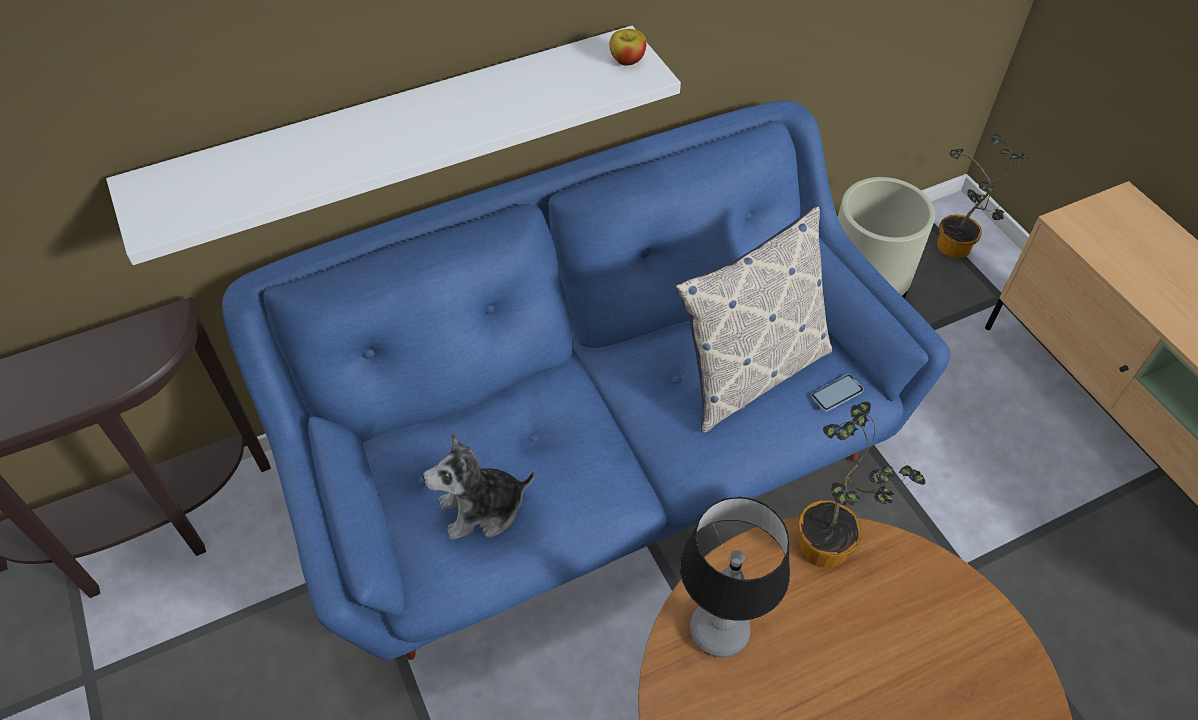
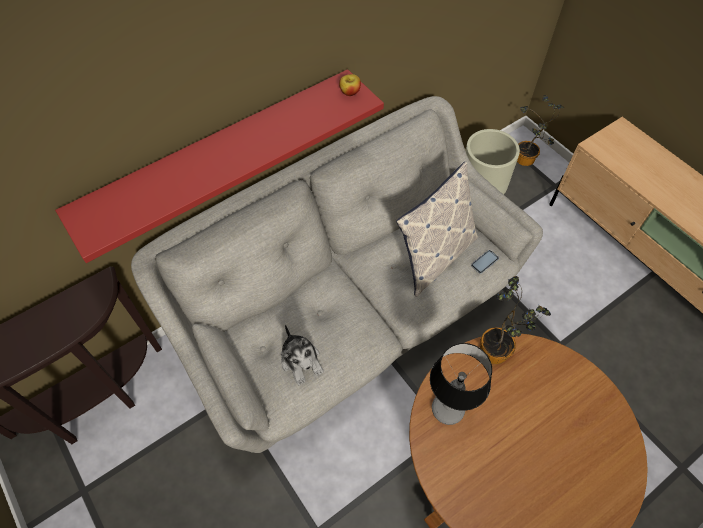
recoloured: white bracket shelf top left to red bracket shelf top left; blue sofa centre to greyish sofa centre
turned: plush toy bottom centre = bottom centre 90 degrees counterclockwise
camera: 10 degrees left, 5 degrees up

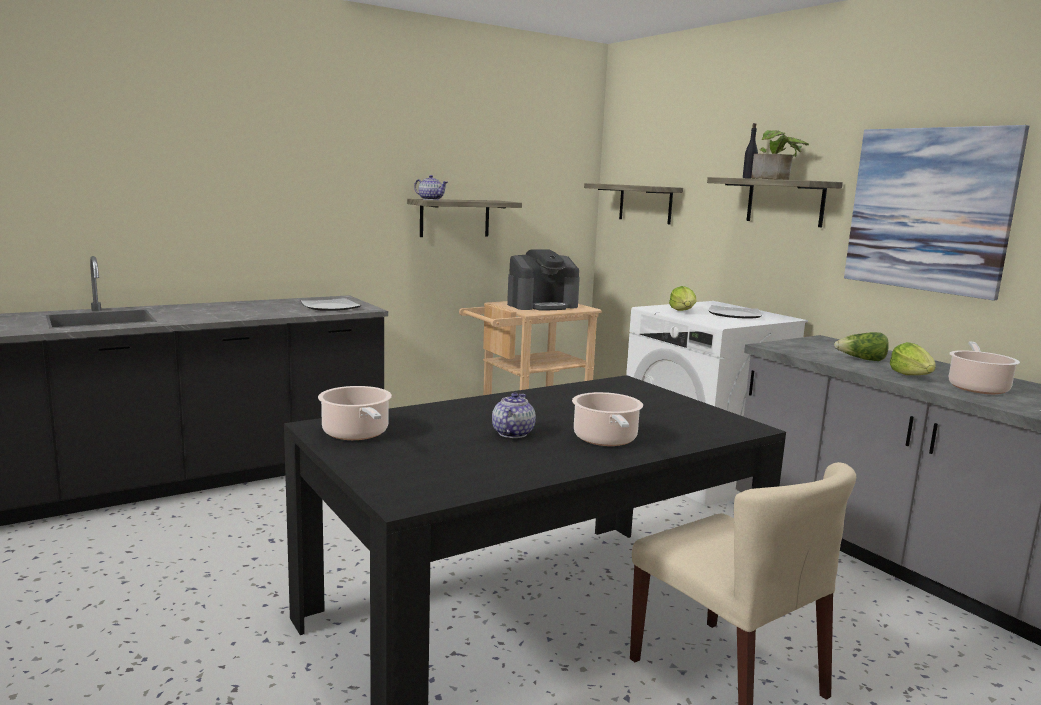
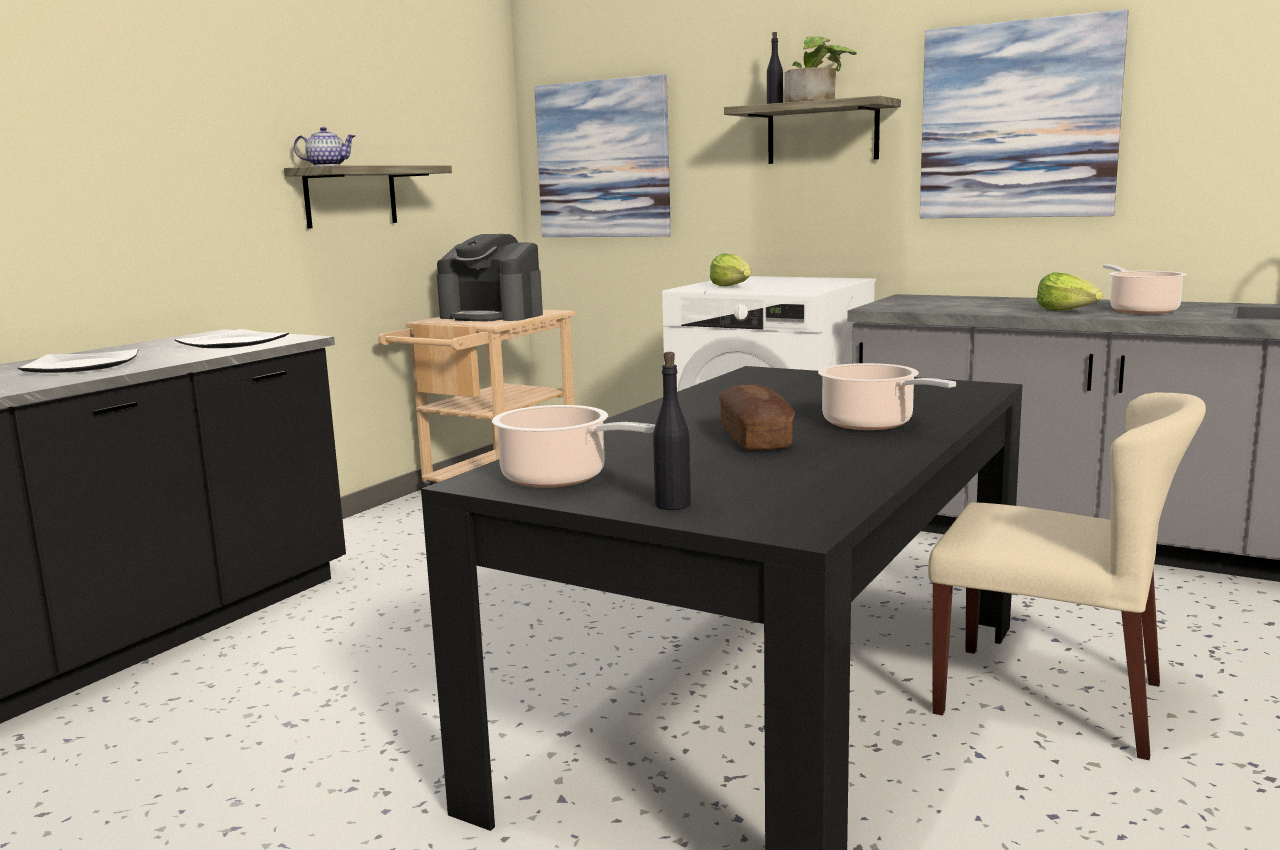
removed: lettuce head (2nd from left) middle right
added: blackish bottle (1st from left) centre
moved: plate (2nd from left in the first image) middle right to plate (1st from left) middle left
replaced: teapot (2nd from left) centre to bakery bread centre; bracket shelf (2nd from left) top centre to picture (1st from left) top centre
turned: coffee brewer centre = top centre 75 degrees clockwise
camera: 25 degrees left, 0 degrees up

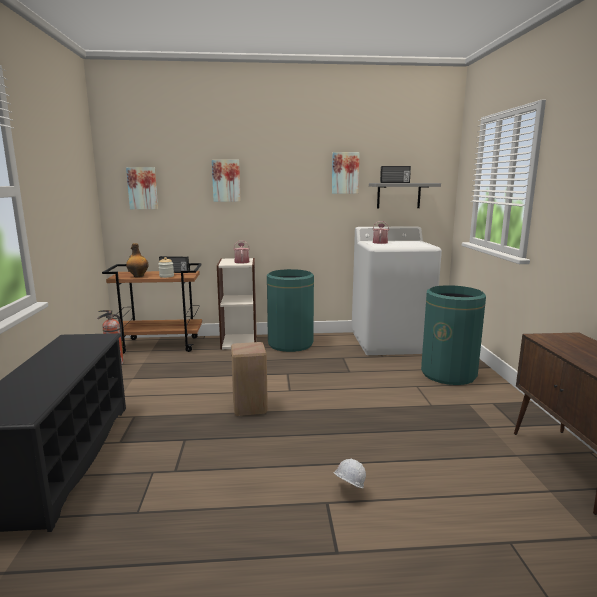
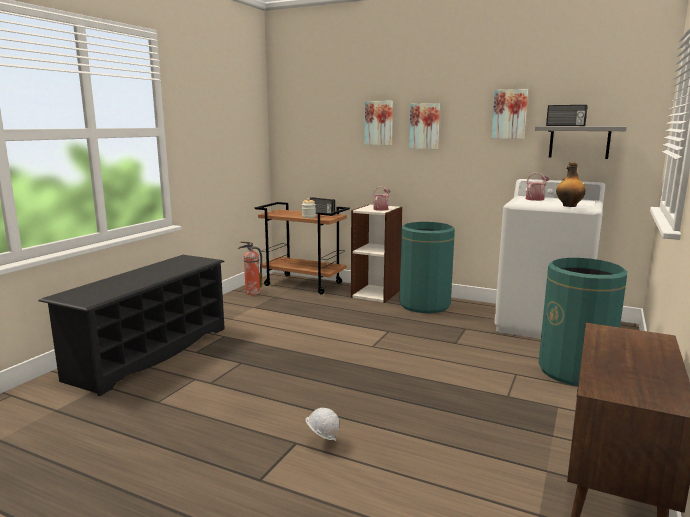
removed: beige-coloured stool seat centre
moved: picture (1st from left in the first image) top left to picture (2nd from left) top centre; bottle middle left to middle right
camera: 30 degrees right, 0 degrees up

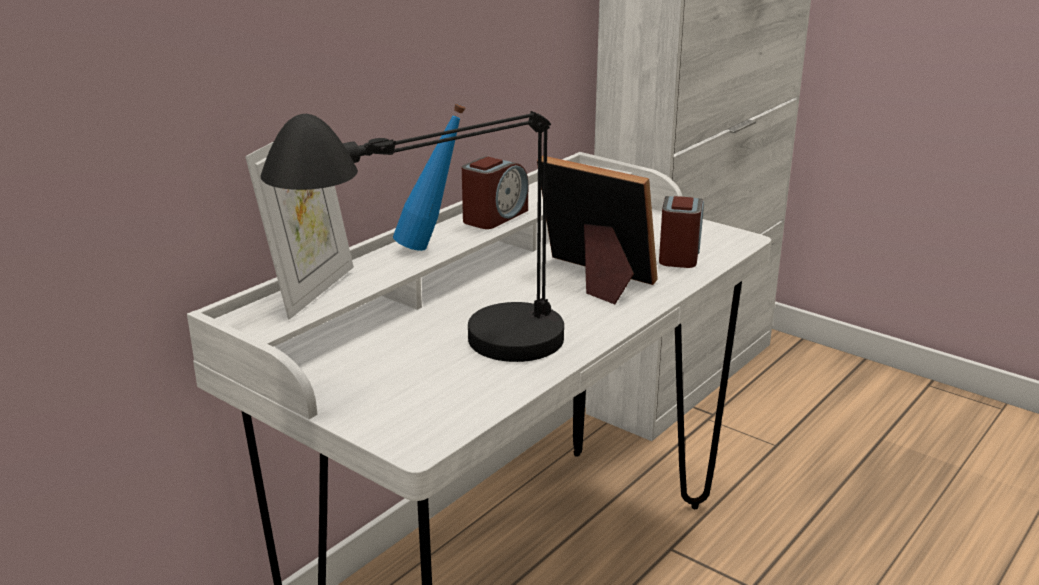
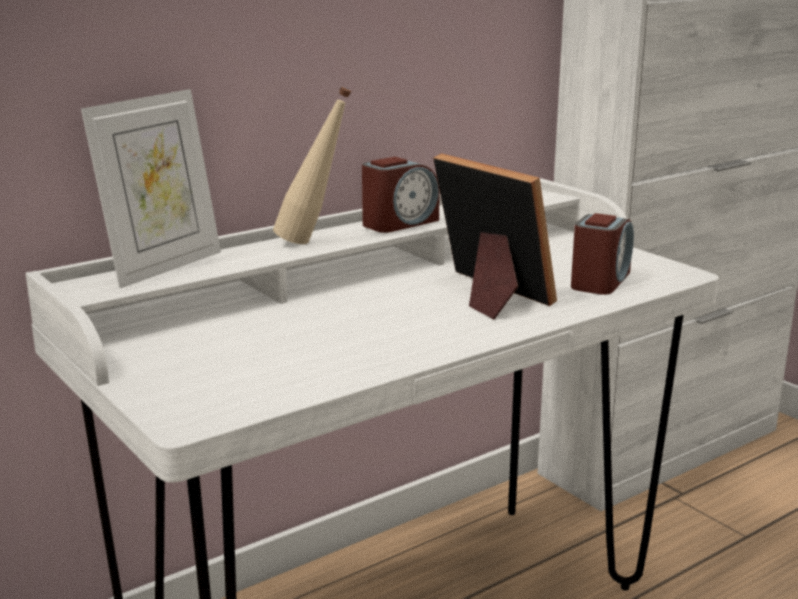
removed: blackish table lamp centre
recoloured: blue bottle top centre to beige-coloured bottle top centre
camera: 15 degrees right, 5 degrees down

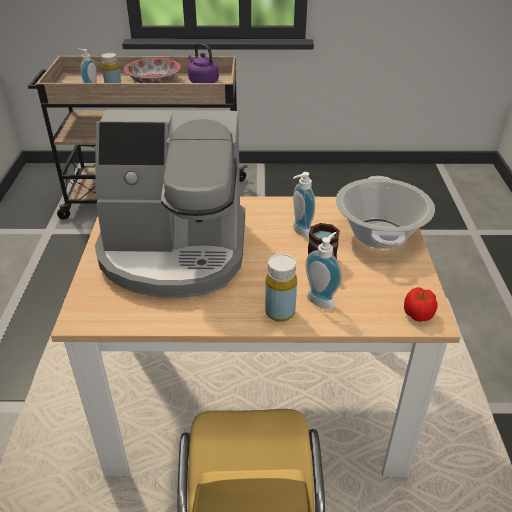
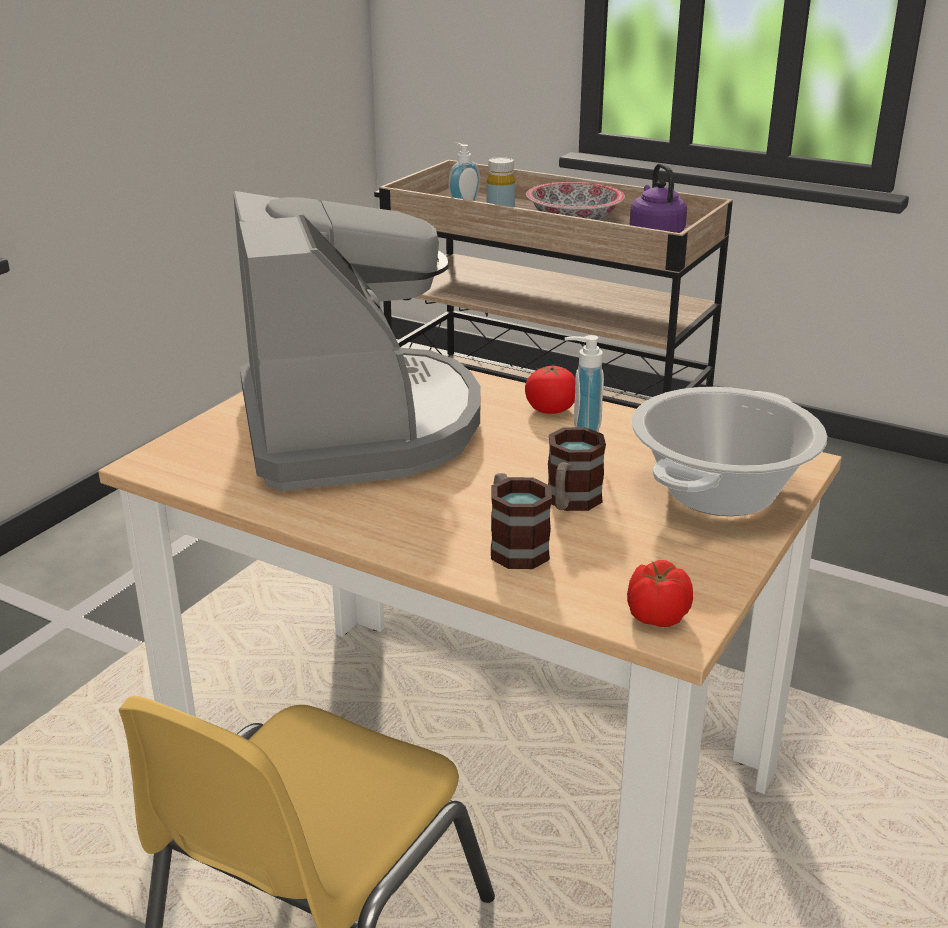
removed: yellow-coloured bottle (2nd from left) centre
added: fresh tomato (1st from left) centre
replaced: liquid soap bottle (3rd from left) centre to tea mug (1st from left) centre
turned: coffee brewer middle left = centre 135 degrees counterclockwise
camera: 30 degrees right, 10 degrees down

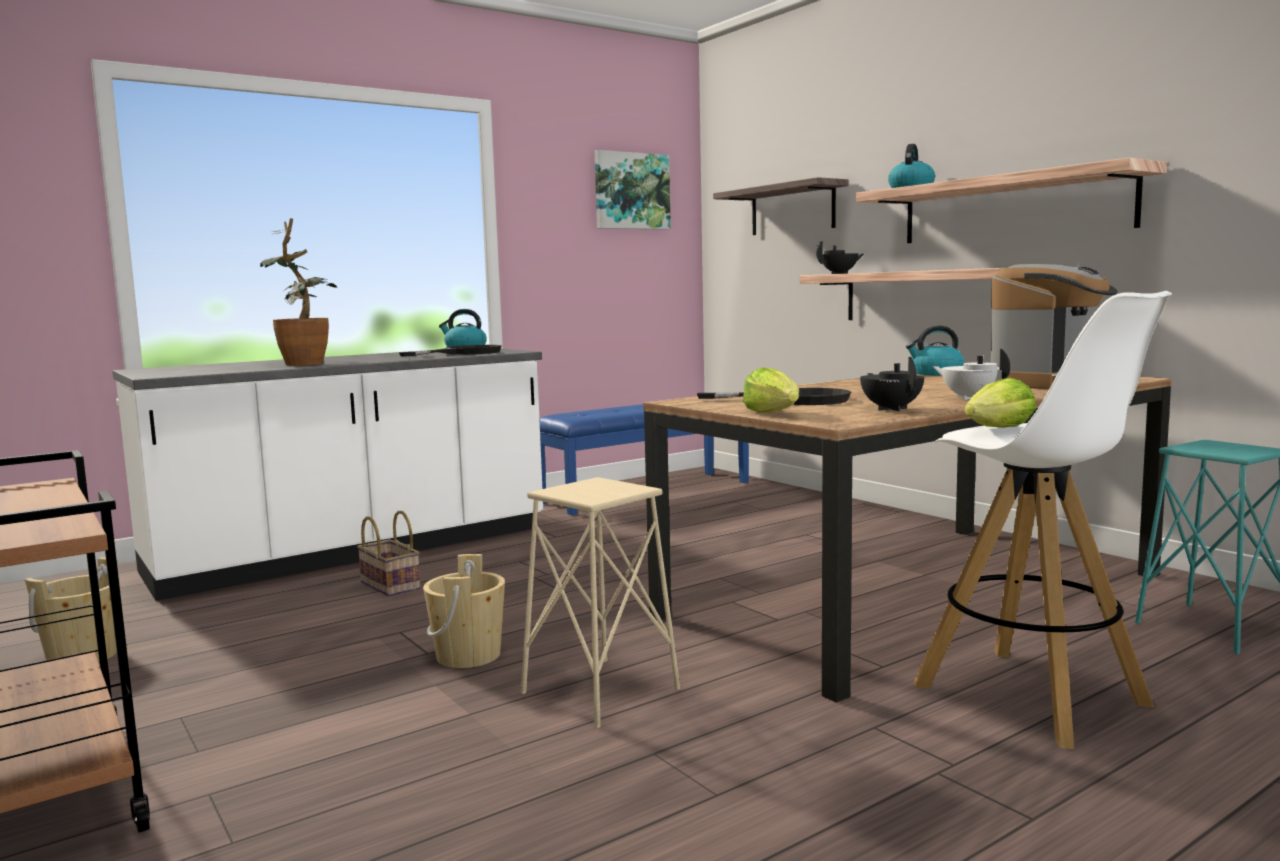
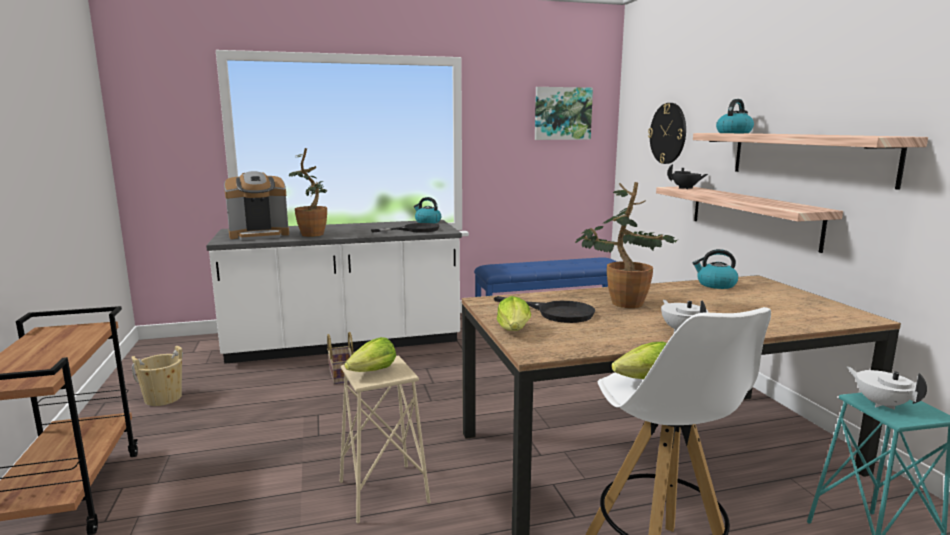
removed: beige-coloured water bucket (2nd from left) bottom centre; blackish teapot (2nd from left) middle right
added: lettuce head (1st from left) centre; houseplant (2nd from left) centre; white teapot (2nd from left) bottom right
moved: coffee brewer middle right to middle left
replaced: bracket shelf (1st from left) top centre to hanging clock top right
camera: 20 degrees right, 5 degrees up

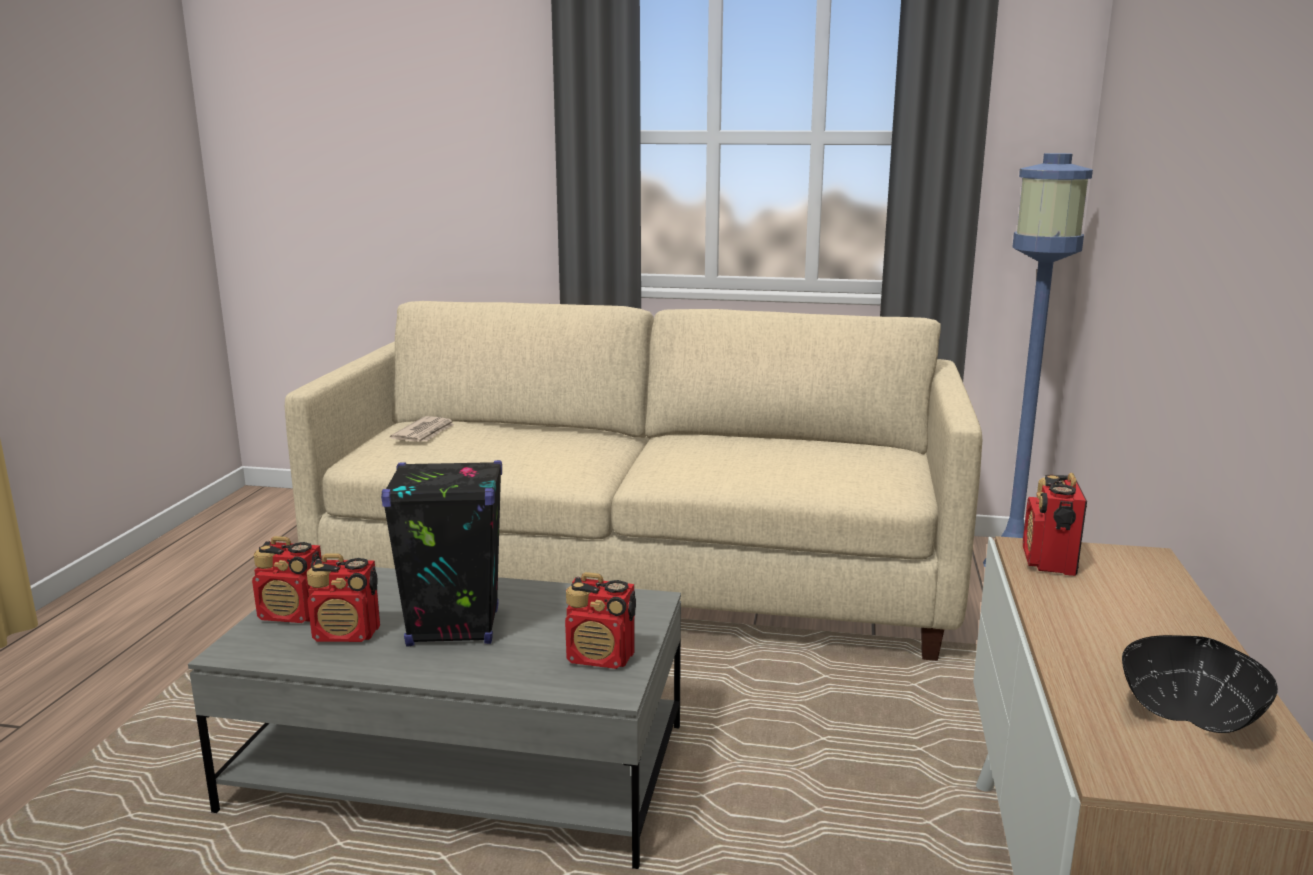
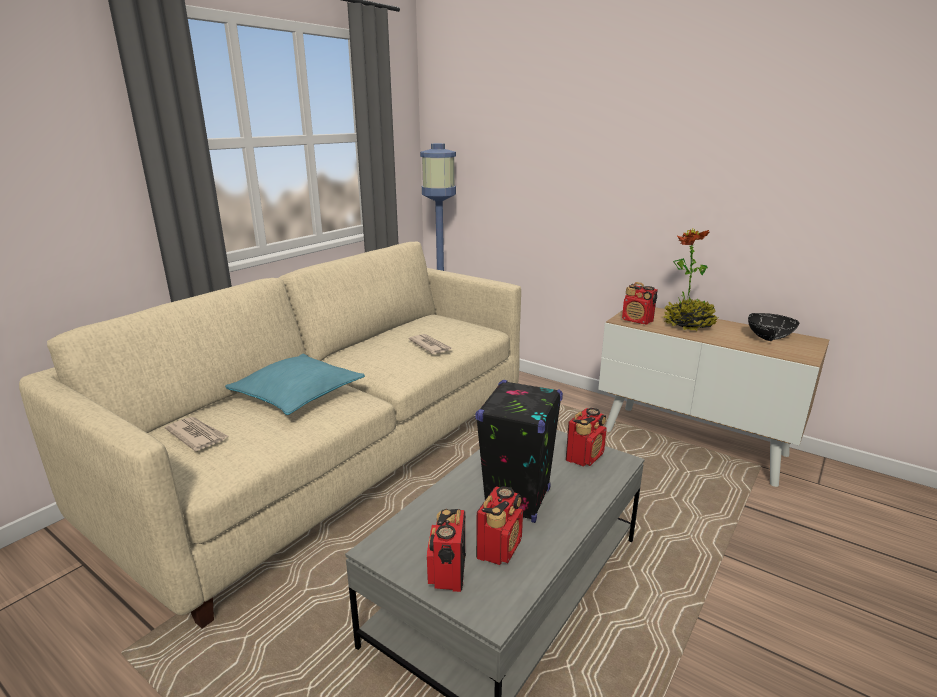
added: turquoise-coloured cushion middle left; printed paper (2nd from left) centre; houseplant middle right
turned: radio set (1st from left) middle left = bottom centre 150 degrees clockwise
camera: 65 degrees left, 5 degrees up

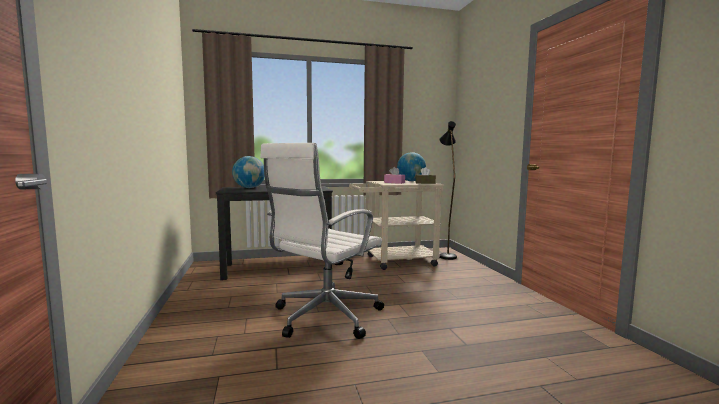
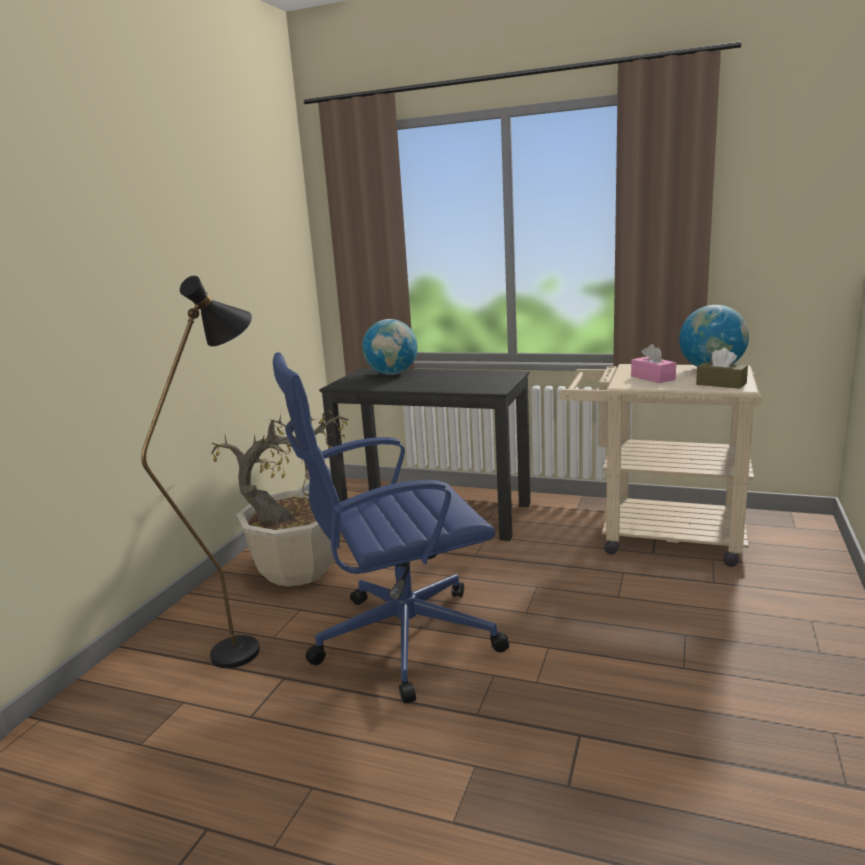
added: houseplant middle left
moved: blackish standard lamp centre to middle left
recoloured: white computer chair centre to blue computer chair centre
camera: 35 degrees right, 10 degrees up

